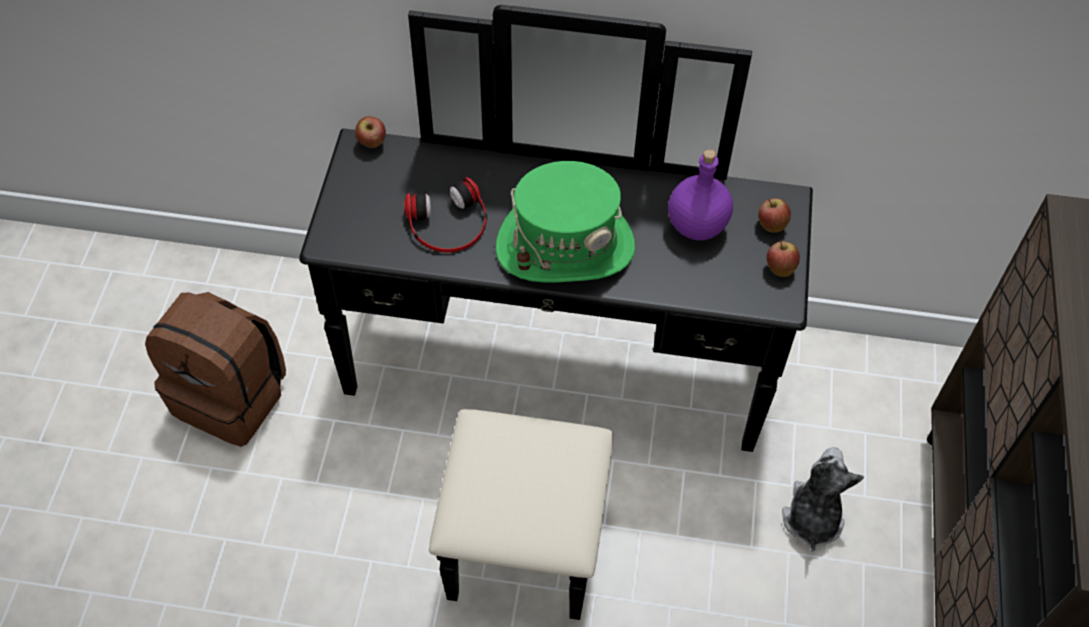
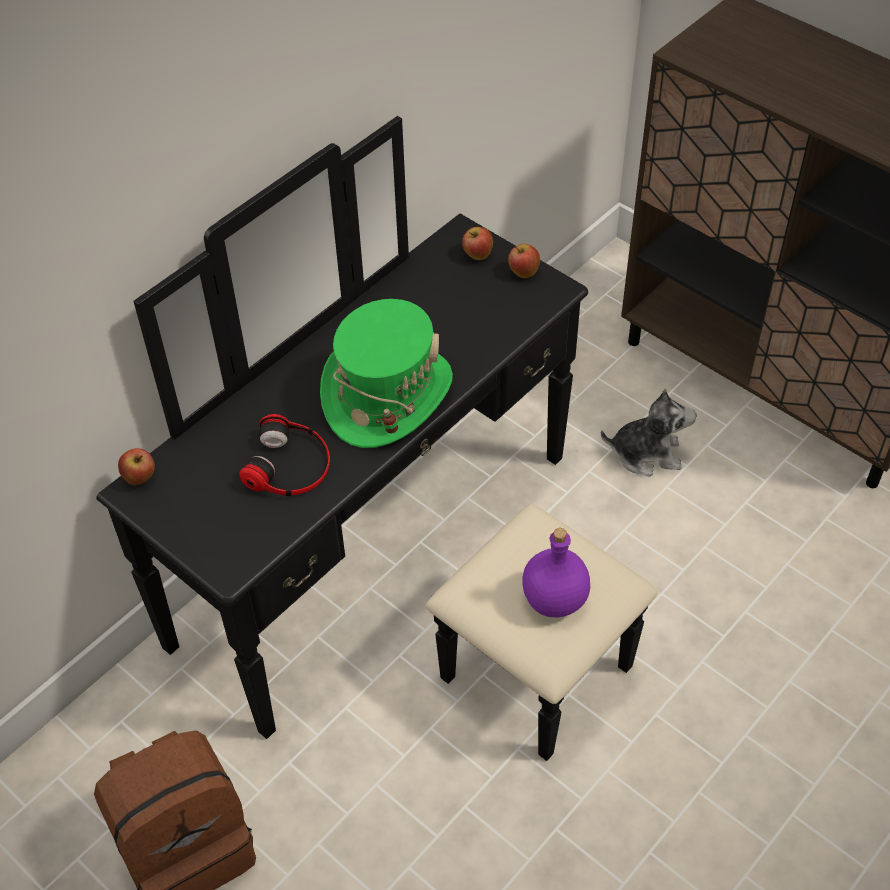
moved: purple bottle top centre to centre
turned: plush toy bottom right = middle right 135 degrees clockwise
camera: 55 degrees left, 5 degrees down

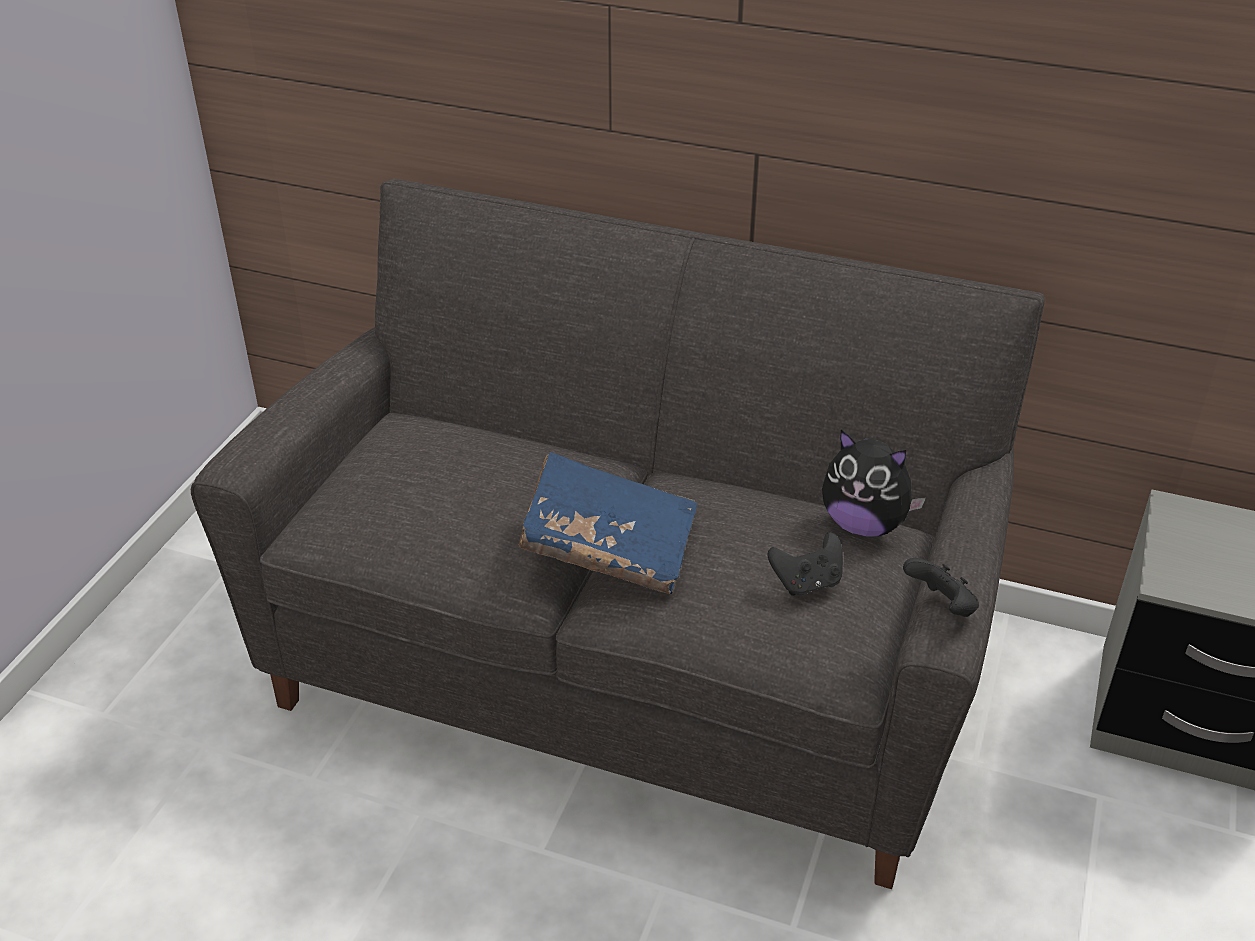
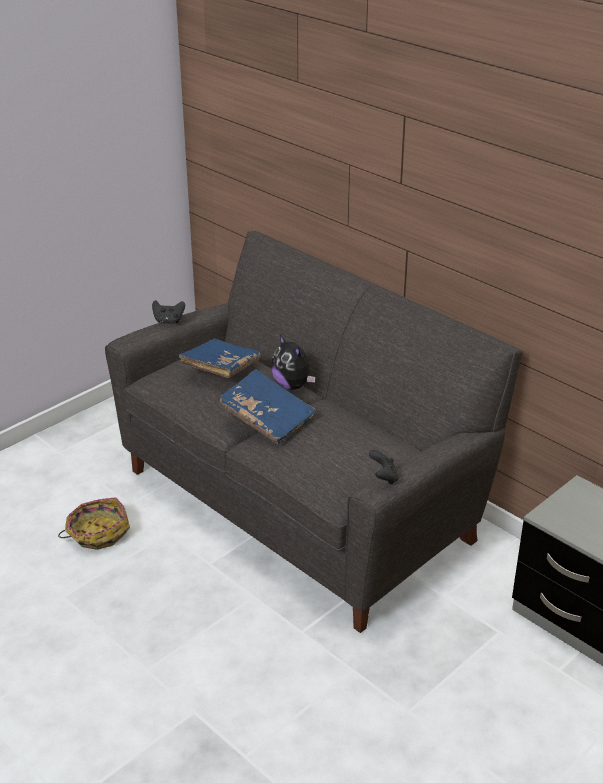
added: household basket bottom left; blue book (1st from left) centre
moved: blackish gamepad (1st from left) centre to middle left; plush toy middle right to centre
camera: 25 degrees right, 5 degrees down

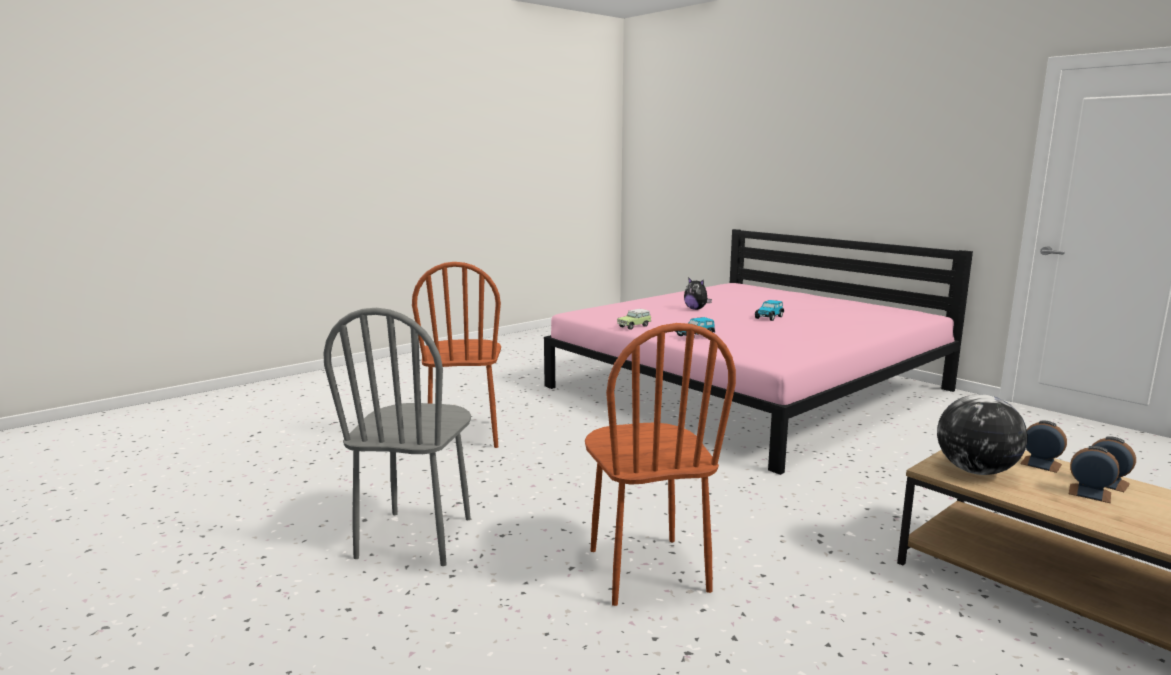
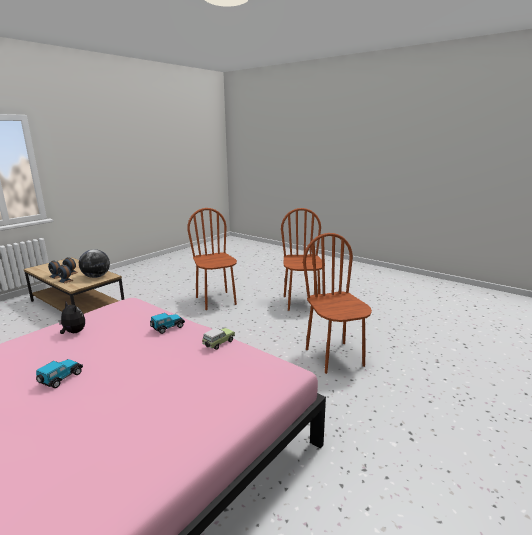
moved: plush toy centre to middle left
recoloured: greyish chair centre to brownish chair (2nd from left) centre
camera: 170 degrees right, 5 degrees up

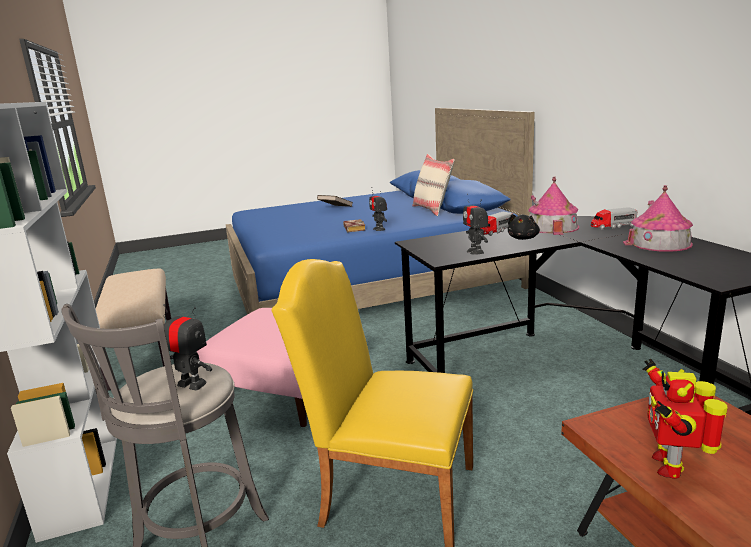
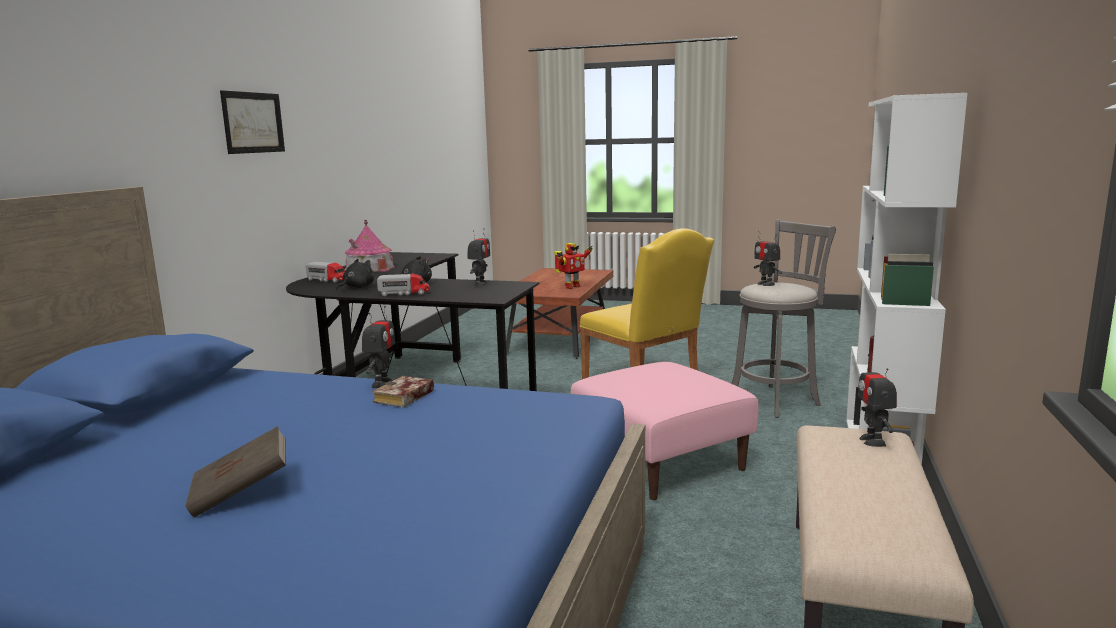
removed: beige-coloured cushion centre
added: picture top left; robot figure (5th from left) middle right
replaced: toy house (1st from left) middle right to blackish plush toy (1st from left) middle left
camera: 145 degrees left, 5 degrees down

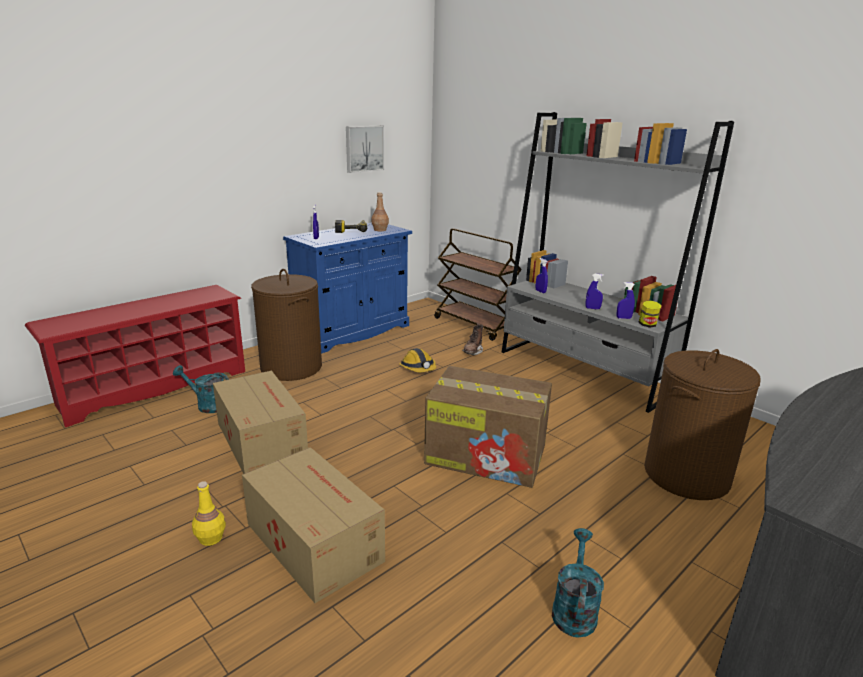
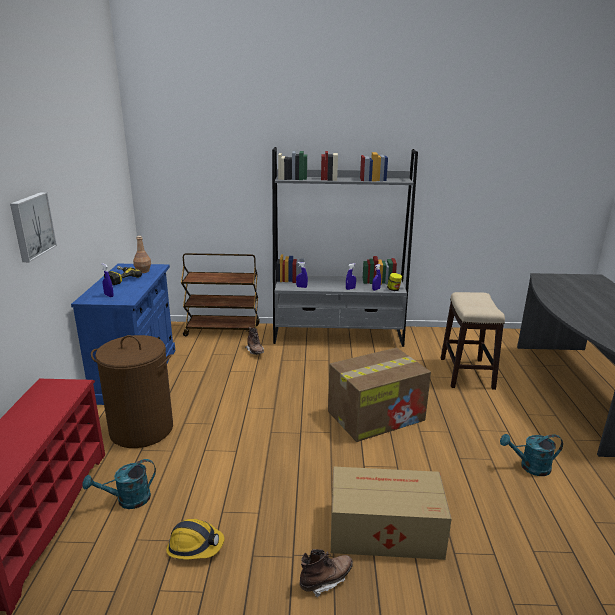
removed: carton (1st from left) middle left
moved: picture top centre to middle left; hard hat centre to bottom left
replaced: yellow-coloured bottle bottom left to brownish tall boot (2nd from left) bottom centre; brownish washing basket (2nd from left) middle right to stool seat middle right
turned: turquoise-coloured watering can (2nd from left) bottom right = bottom right 60 degrees counterclockwise
camera: 45 degrees left, 0 degrees up

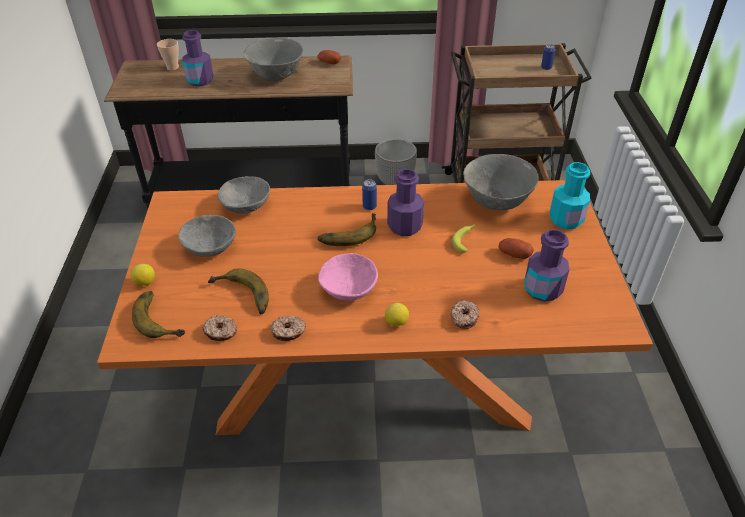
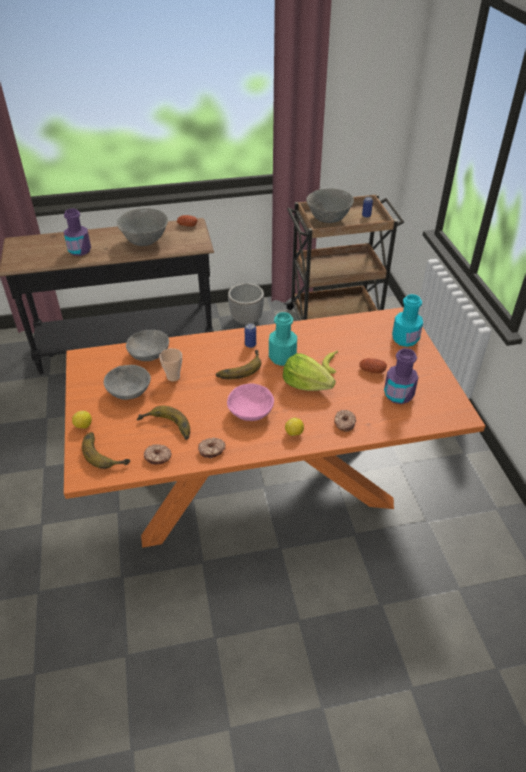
added: lettuce head centre
moved: small cup top left to middle left; greyish bowl (4th from left) middle right to top centre
recoloured: purple bottle (2nd from left) centre to turquoise-coloured bottle (1st from left) centre
camera: 10 degrees left, 0 degrees up

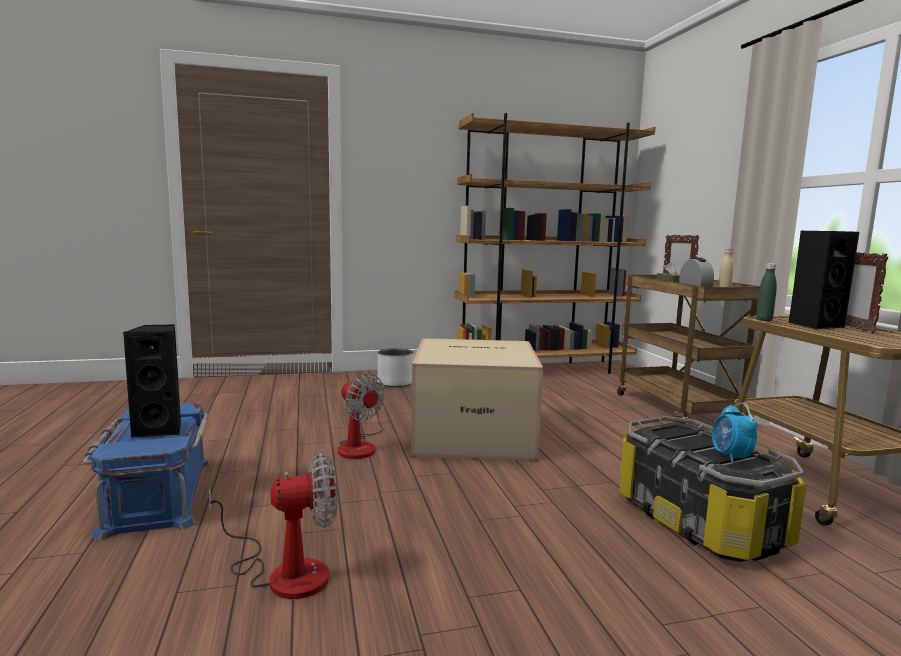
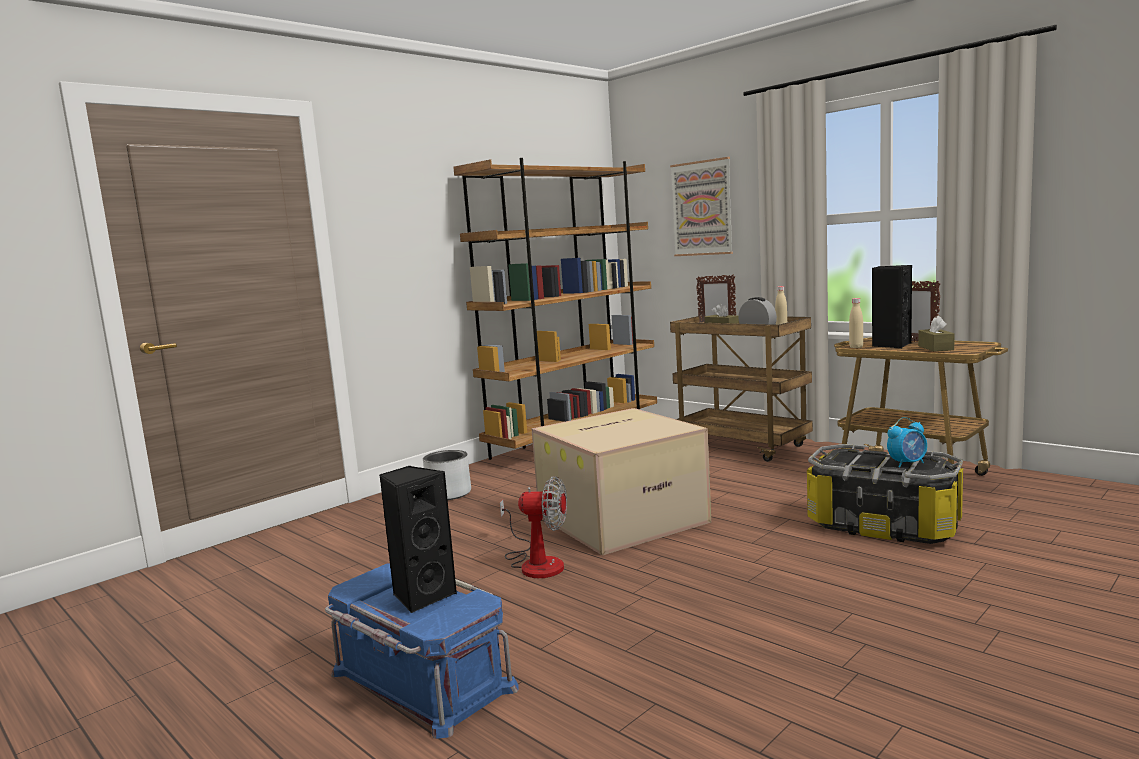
removed: fan (1st from left) bottom left
added: picture top centre; brownish tissue holder (2nd from left) middle right
recoloured: green bottle middle right to beige-coloured bottle (2nd from left) middle right
turned: table clock (2nd from left) middle right = middle right 75 degrees counterclockwise
camera: 30 degrees left, 0 degrees up

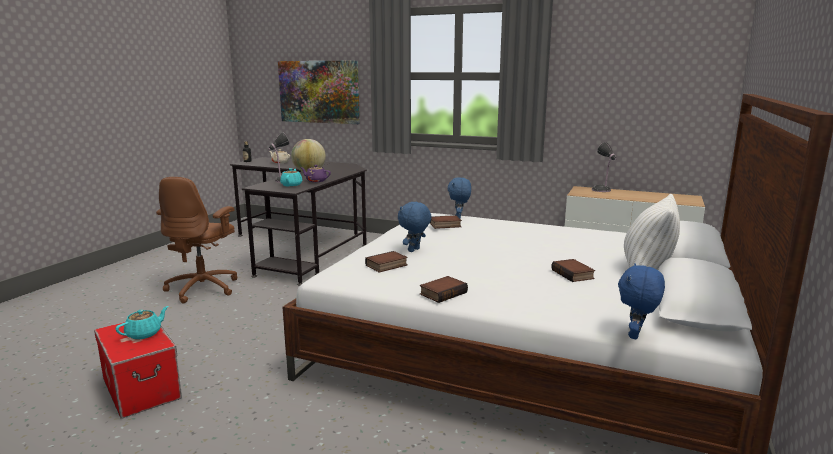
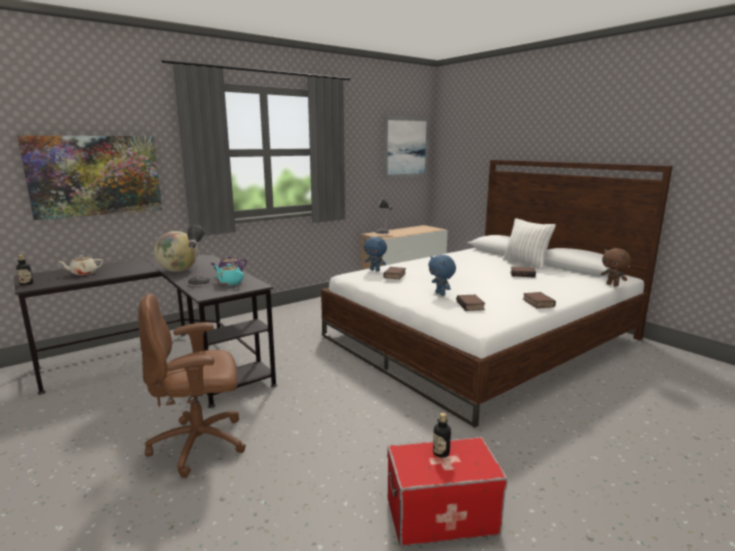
added: picture (2nd from left) top centre
replaced: turquoise-coloured teapot (1st from left) bottom left to bottle (2nd from left) bottom centre
recoloured: blue plush toy (3rd from left) middle right to brownish plush toy middle right
turned: brownish computer chair middle left = bottom left 120 degrees clockwise
camera: 60 degrees left, 0 degrees up

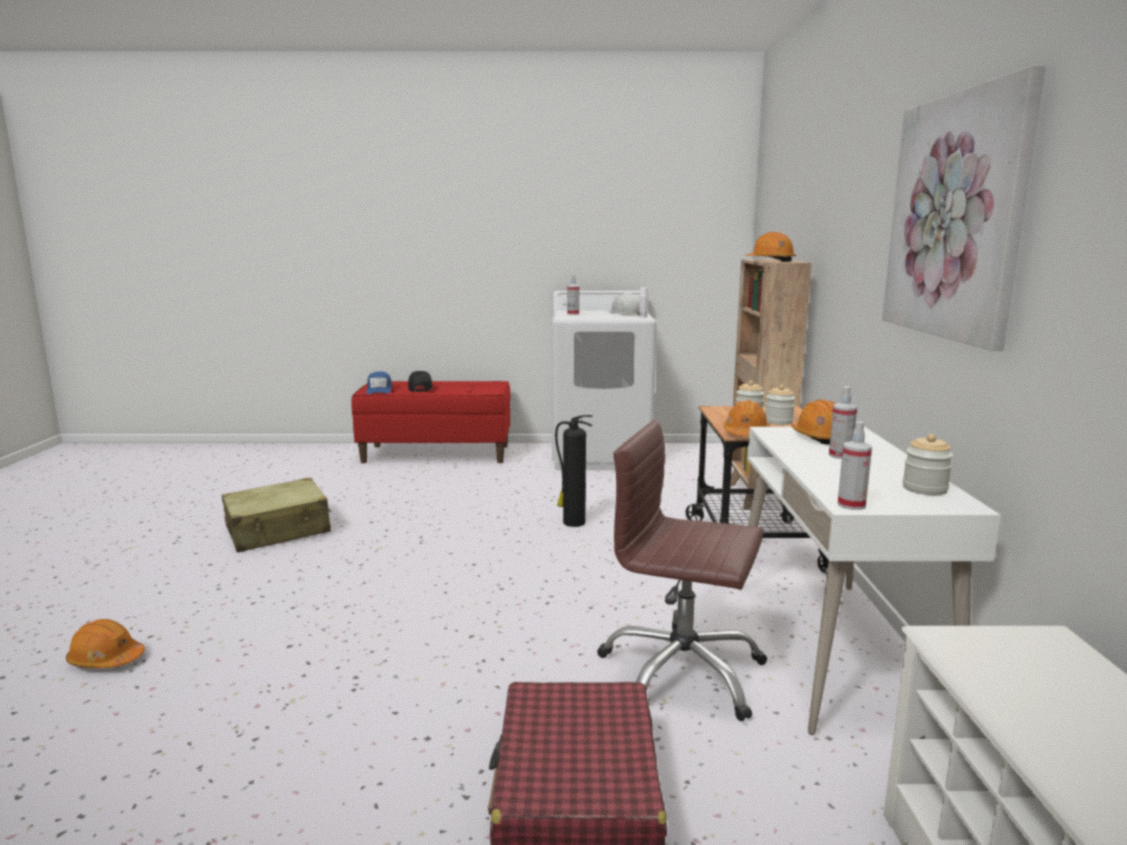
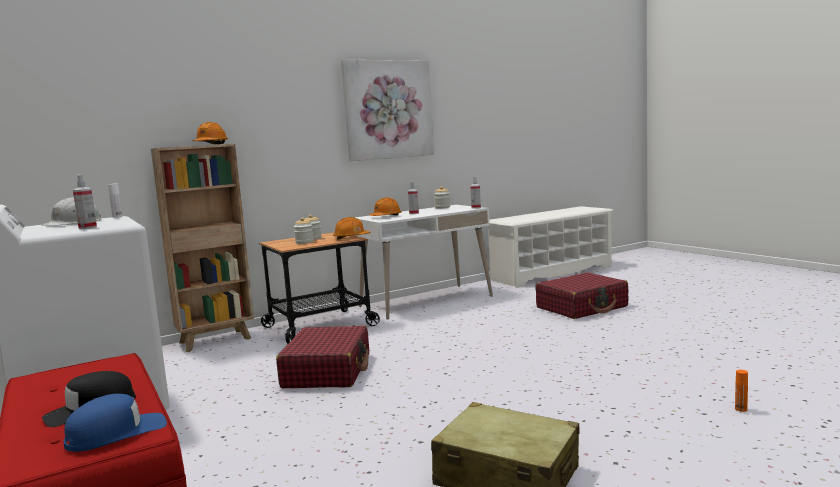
removed: brownish computer chair bottom centre
replaced: orange-coloured hard hat (1st from left) bottom left to orange-coloured bottle bottom right; fire-fighting cylinder centre to red travel case (1st from left) bottom centre
camera: 120 degrees left, 5 degrees down

